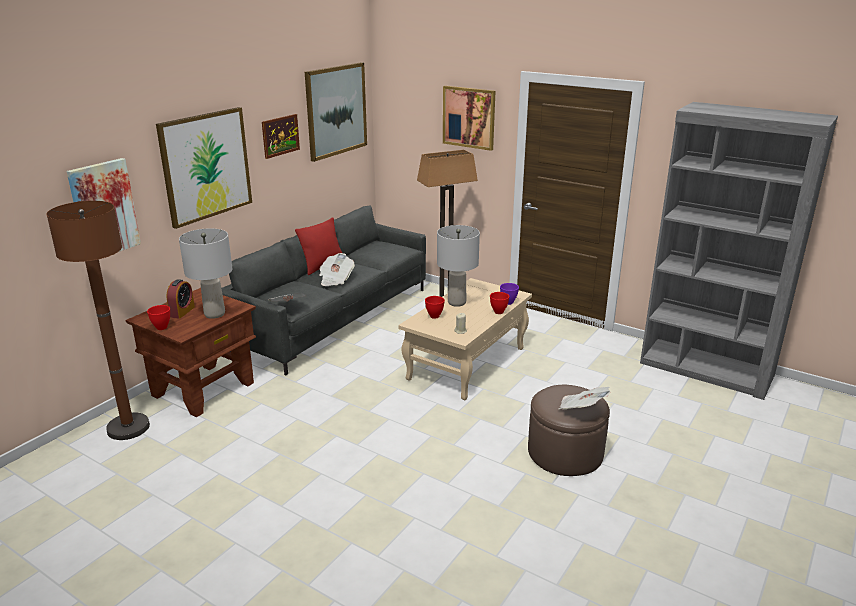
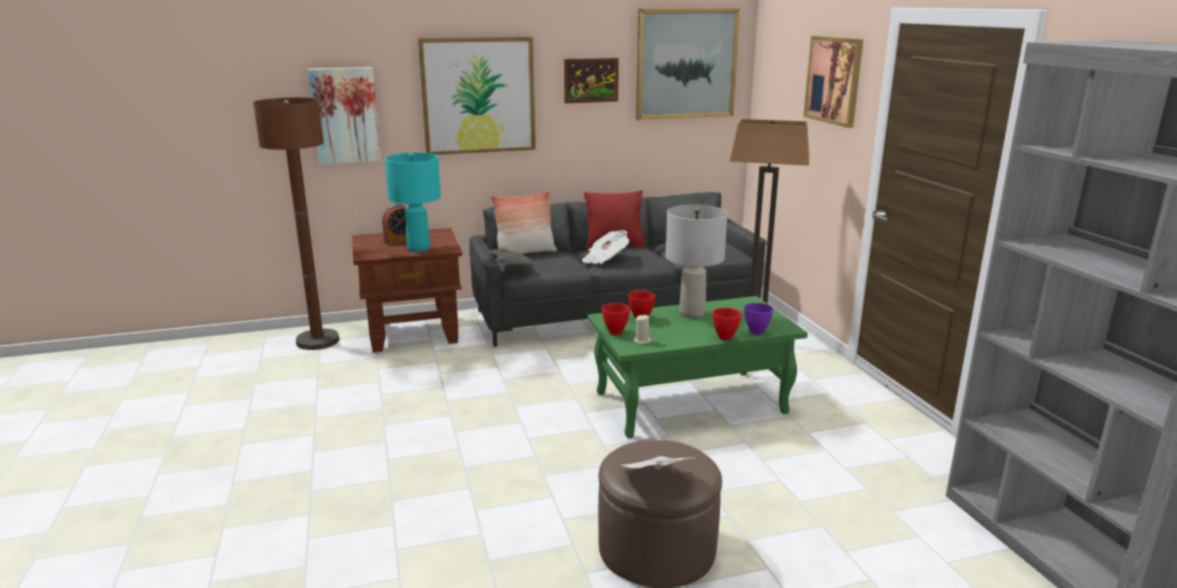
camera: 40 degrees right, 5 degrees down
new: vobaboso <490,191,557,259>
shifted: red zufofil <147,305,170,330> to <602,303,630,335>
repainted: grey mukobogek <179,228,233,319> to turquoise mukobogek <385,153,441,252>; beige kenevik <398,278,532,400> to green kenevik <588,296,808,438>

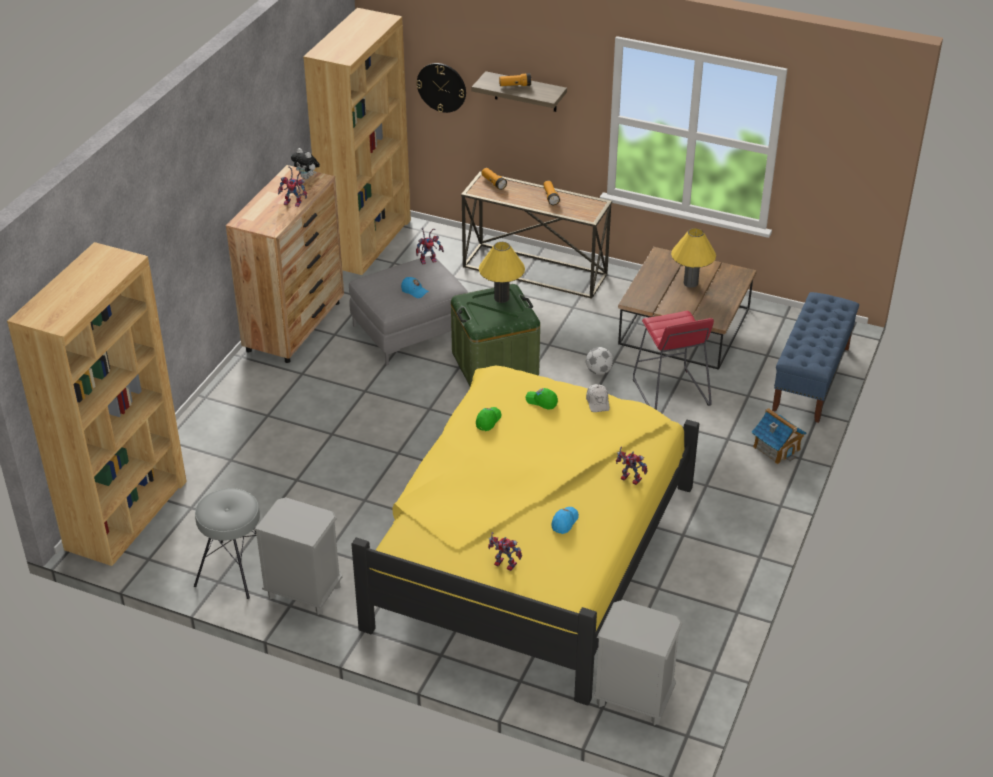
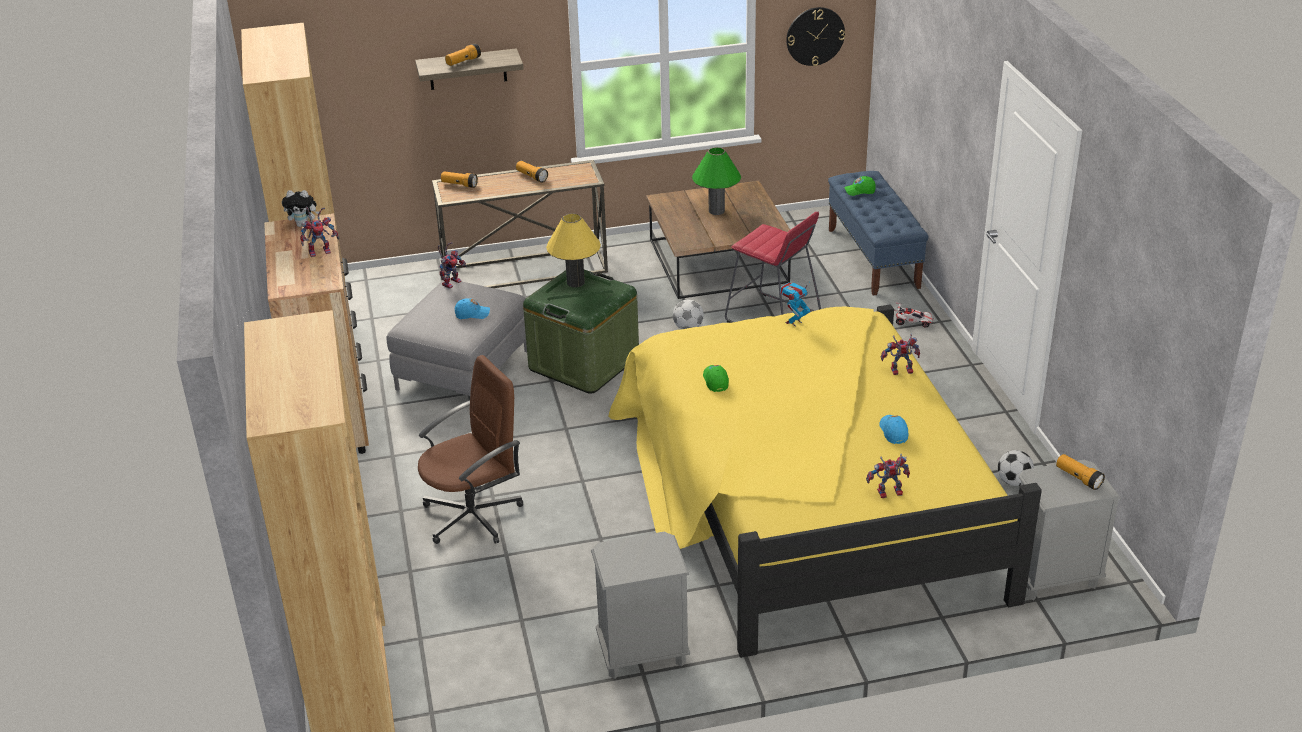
camera: 35 degrees left, 5 degrees down
gone: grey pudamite <194,488,260,599>
new: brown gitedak <418,355,523,544>; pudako <998,450,1034,486>; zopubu <1056,454,1105,490>
shifted: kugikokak <416,63,466,113> to <786,7,845,66>; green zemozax <526,388,558,410> to <844,176,876,196>
swapped: white zemozax <586,384,610,412> to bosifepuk <780,282,810,327>; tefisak <752,408,806,464> to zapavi <894,302,934,328>
repainted: yellow mukobogek <671,228,716,288> to green mukobogek <692,147,741,215>

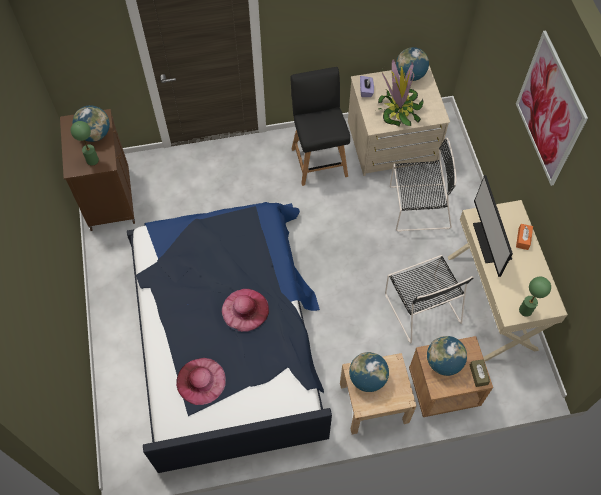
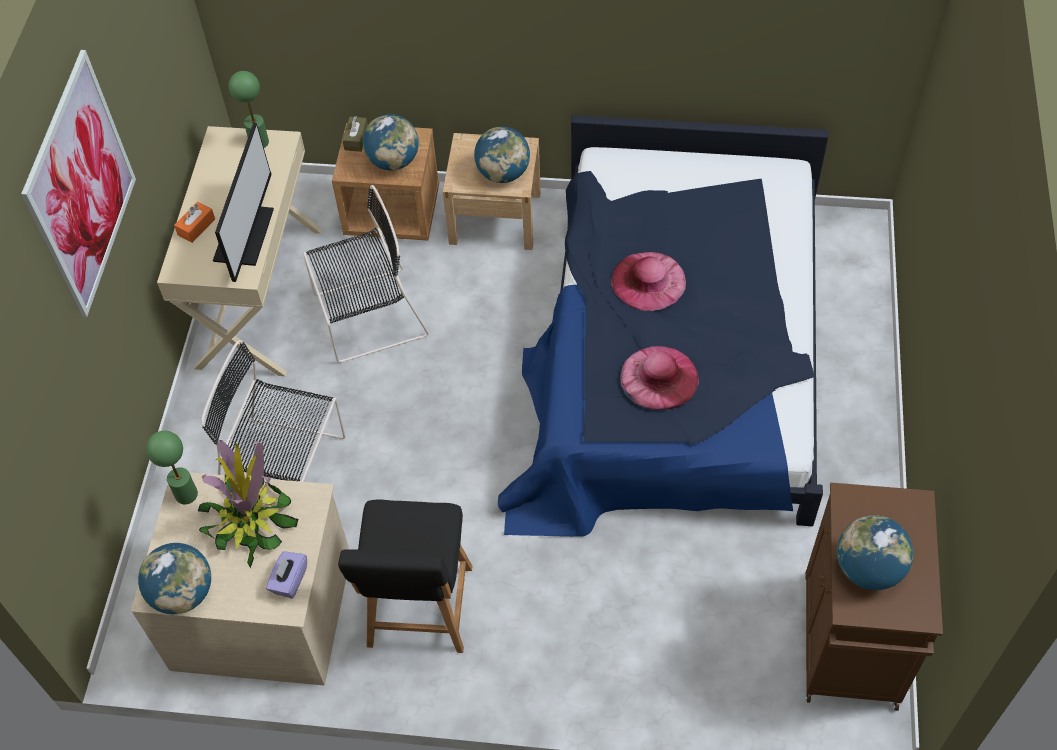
camera: 160 degrees left, 5 degrees down
shifted: green mukobogek <71,121,99,166> to <146,431,198,504>; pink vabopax <176,358,226,405> to <620,346,699,410>
rotated: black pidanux <385,255,474,343> = <303,185,429,363> 75 degrees clockwise

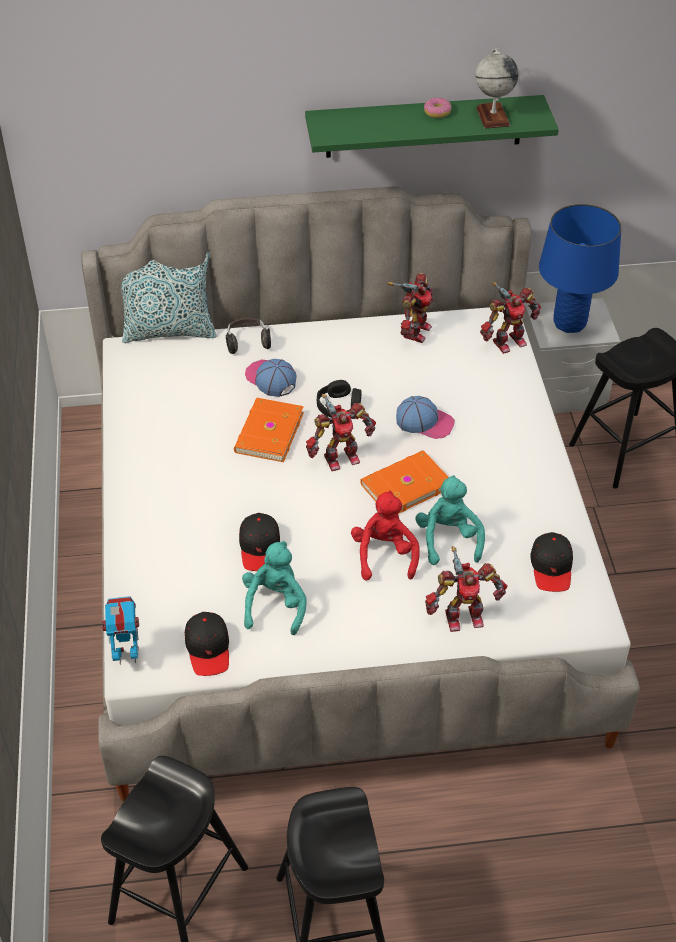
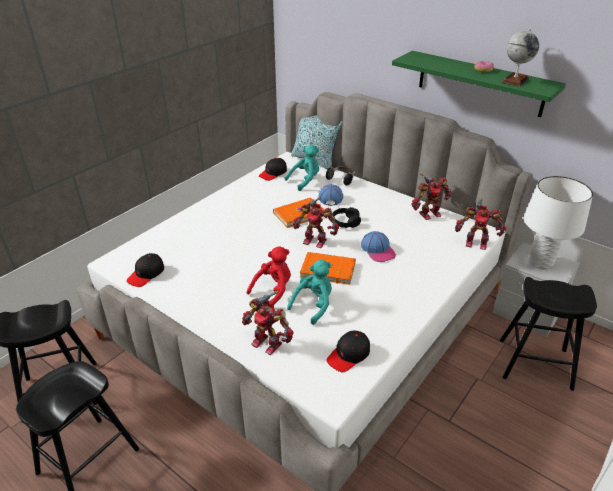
camera: 45 degrees right, 10 degrees down
gone: bosifepuk <101,596,139,665>
shifted: black zemozax <239,513,280,571> to <259,158,287,181>; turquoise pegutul <242,541,307,635> to <285,145,319,191>
repainted: blue mukobogek <539,204,621,333> to white mukobogek <524,176,593,270>

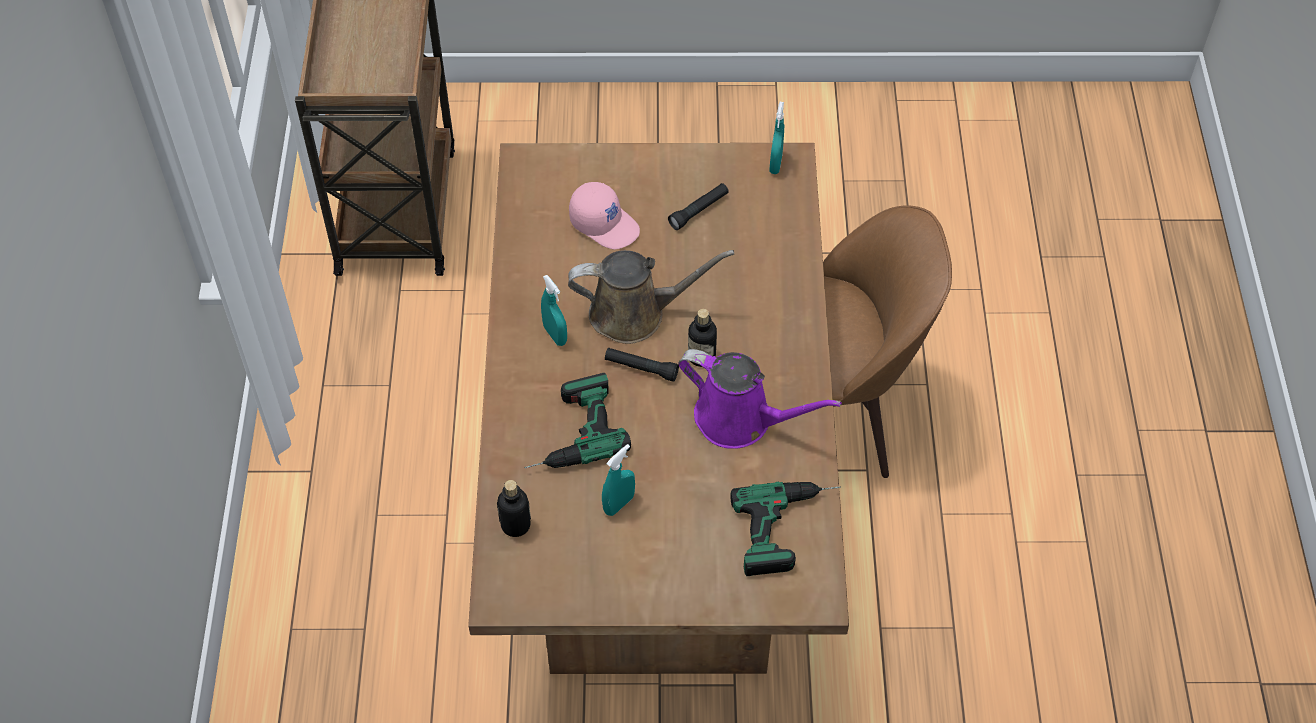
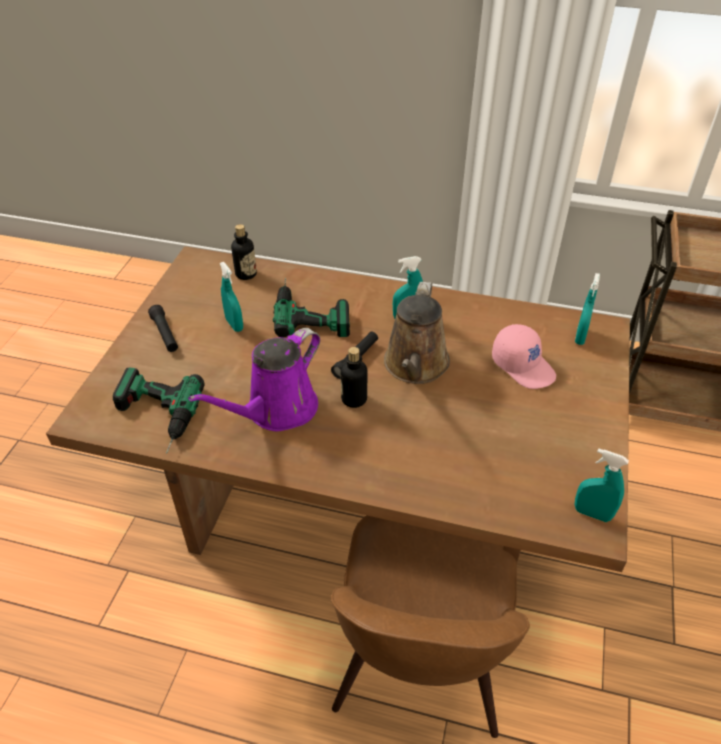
camera: 105 degrees right, 10 degrees down
new: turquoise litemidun <575,273,600,345>
shifted: black zopubu <668,183,729,230> to <148,305,178,352>
rotated: pink zemozax <569,182,640,249> = <492,324,556,389> 90 degrees counterclockwise

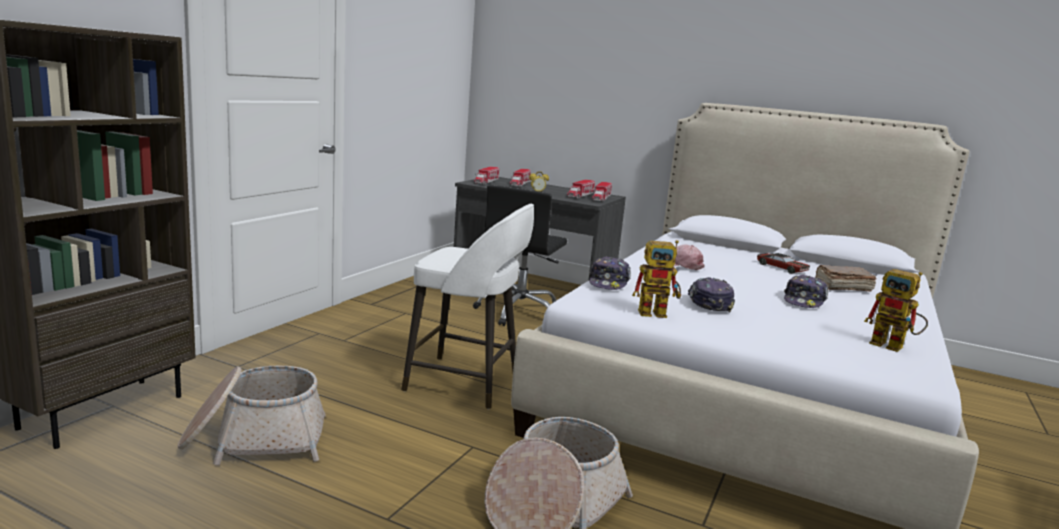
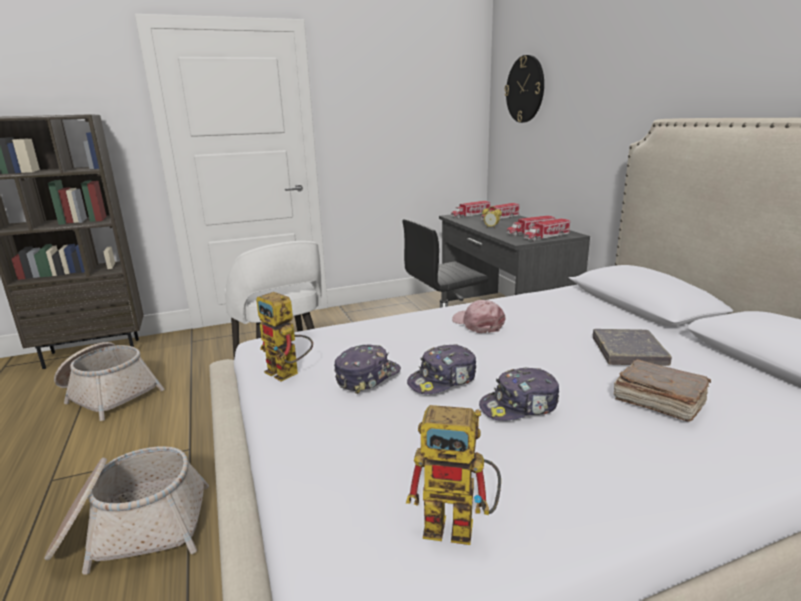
camera: 45 degrees right, 5 degrees up
new: kugikokak <505,55,544,123>
shifted: zemozax <589,256,631,290> to <407,344,476,394>
swapped: zapavi <757,253,810,274> to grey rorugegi <593,329,672,366>
rotated: bosifepuk <864,269,928,352> = <406,405,501,545> 75 degrees counterclockwise

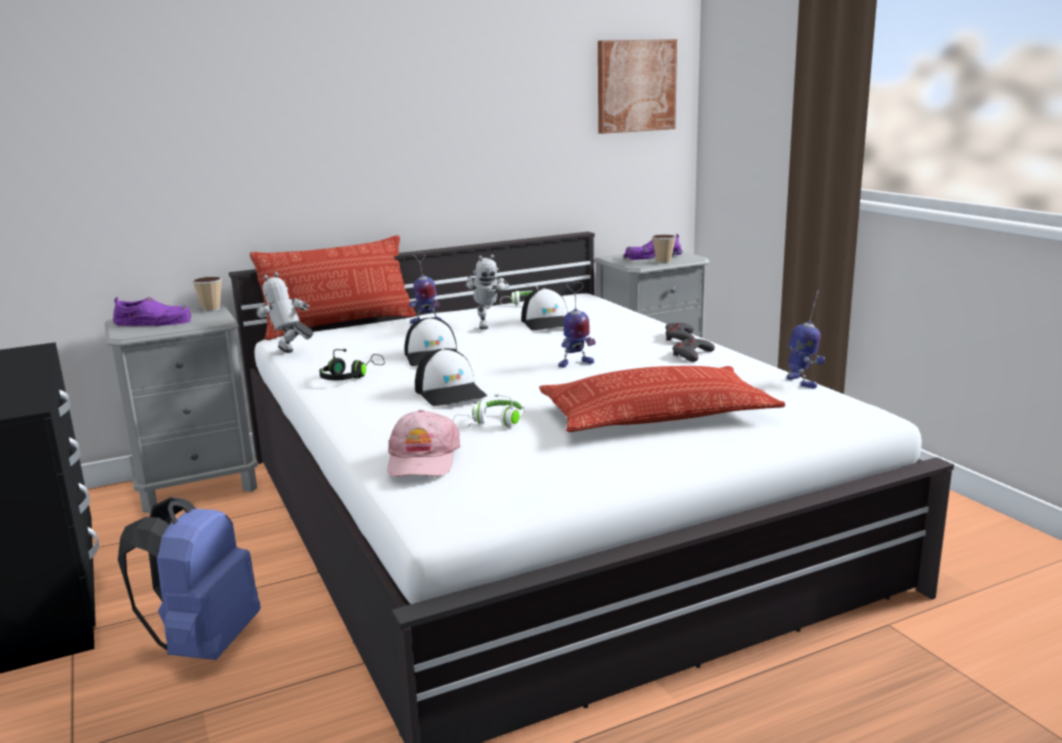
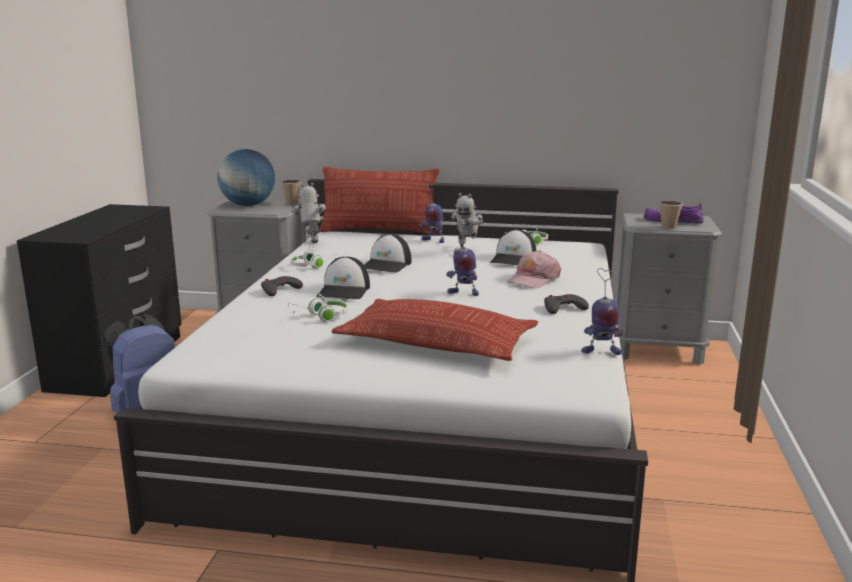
camera: 35 degrees right, 0 degrees up
gone: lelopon <598,39,677,134>
shifted: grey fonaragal <665,323,695,341> to <261,276,303,296>; pink zemozax <387,409,460,477> to <507,250,561,288>
swapped: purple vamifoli <113,297,191,326> to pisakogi <217,149,275,206>
repainted: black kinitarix <319,349,385,380> to white kinitarix <290,244,339,268>
rotated: bosifepuk <787,290,825,388> = <581,268,623,355> 75 degrees clockwise

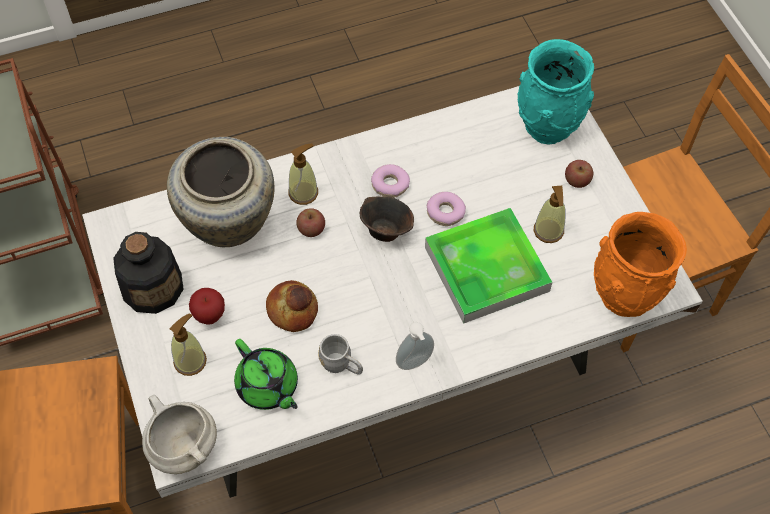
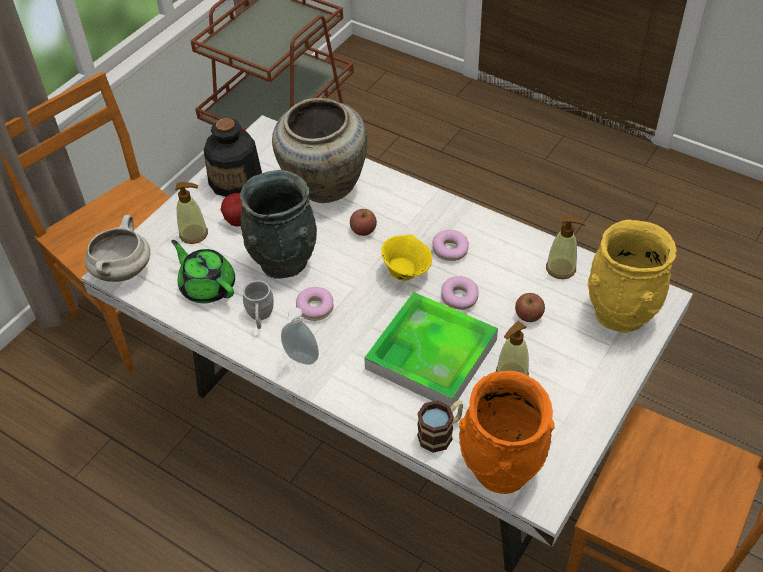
camera: 55 degrees right, 10 degrees down
new: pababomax <296,287,333,321>; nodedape <417,400,463,453>
shifted: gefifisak <288,144,318,205> to <546,216,586,279>; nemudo <565,160,593,188> to <515,293,545,322>
swapped: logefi <266,280,318,332> to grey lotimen <240,170,317,279>
repainted: turquoise lotimen <517,39,594,145> to yellow lotimen <587,220,677,333>; brown zufofil <360,196,414,242> to yellow zufofil <381,234,432,281>
rotated: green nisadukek <234,339,298,410> = <172,240,235,303> 120 degrees clockwise

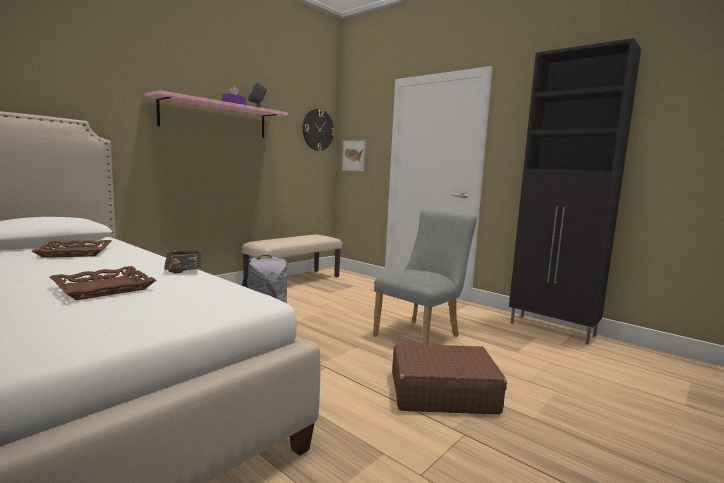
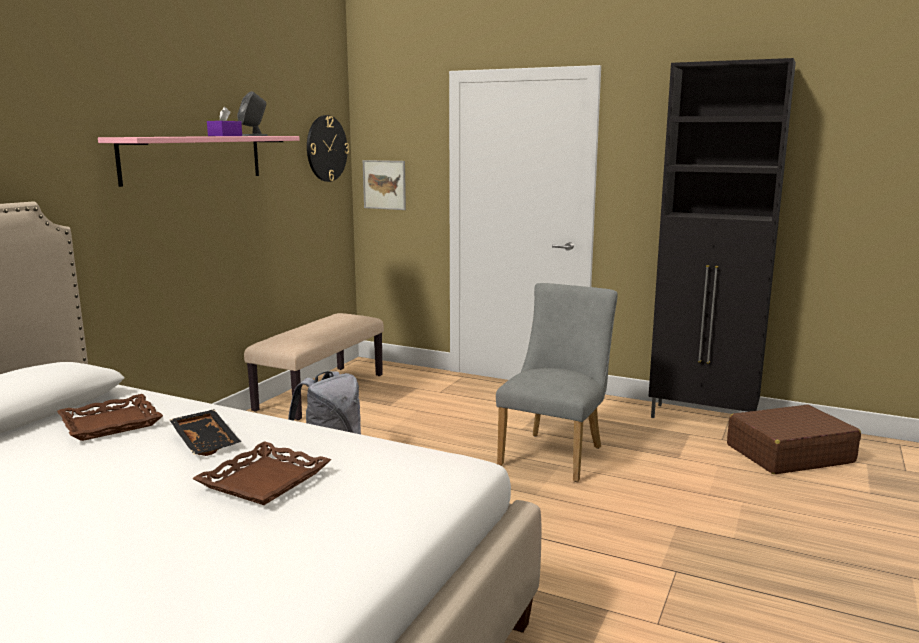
camera: 15 degrees left, 5 degrees up
shifted: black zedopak <164,250,201,274> to <170,409,241,456>; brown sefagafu <392,343,507,414> to <727,405,861,474>

